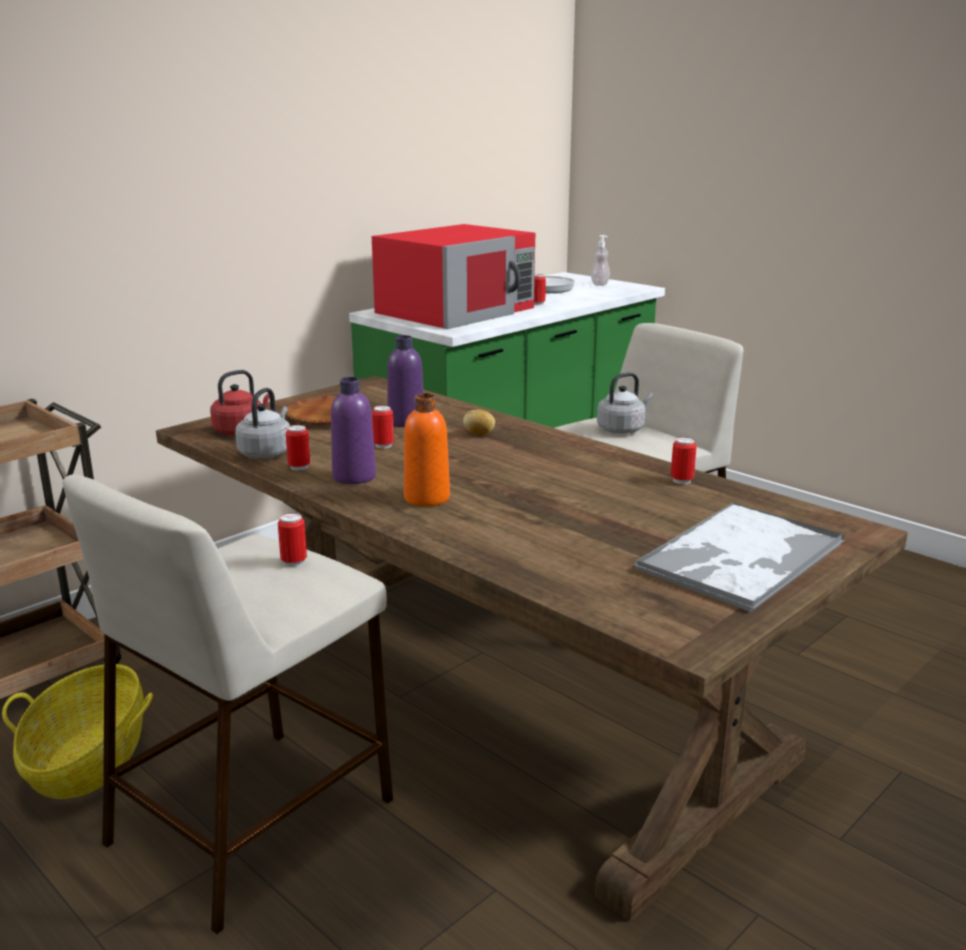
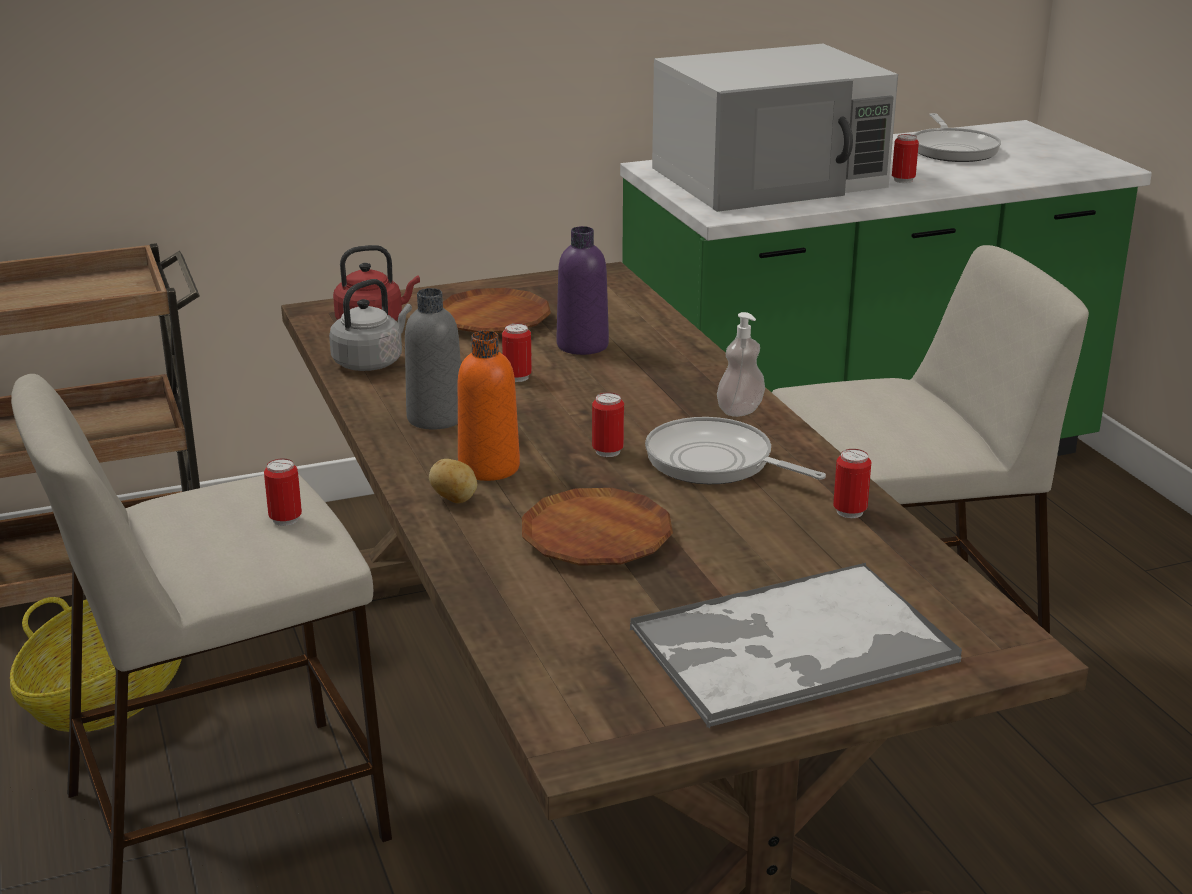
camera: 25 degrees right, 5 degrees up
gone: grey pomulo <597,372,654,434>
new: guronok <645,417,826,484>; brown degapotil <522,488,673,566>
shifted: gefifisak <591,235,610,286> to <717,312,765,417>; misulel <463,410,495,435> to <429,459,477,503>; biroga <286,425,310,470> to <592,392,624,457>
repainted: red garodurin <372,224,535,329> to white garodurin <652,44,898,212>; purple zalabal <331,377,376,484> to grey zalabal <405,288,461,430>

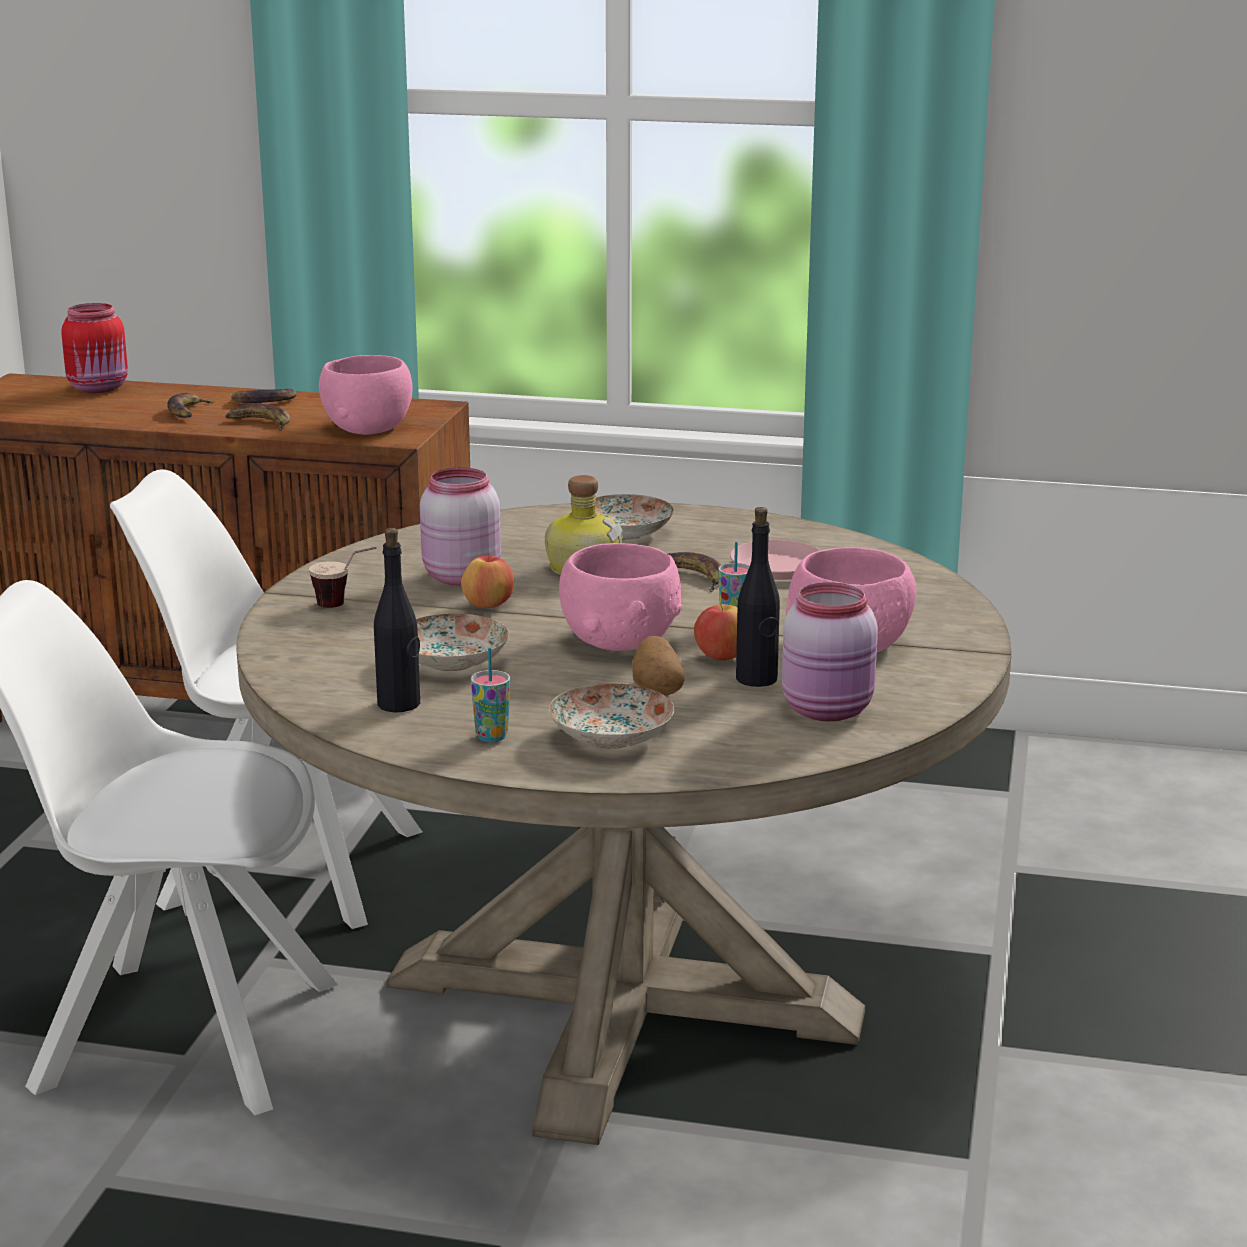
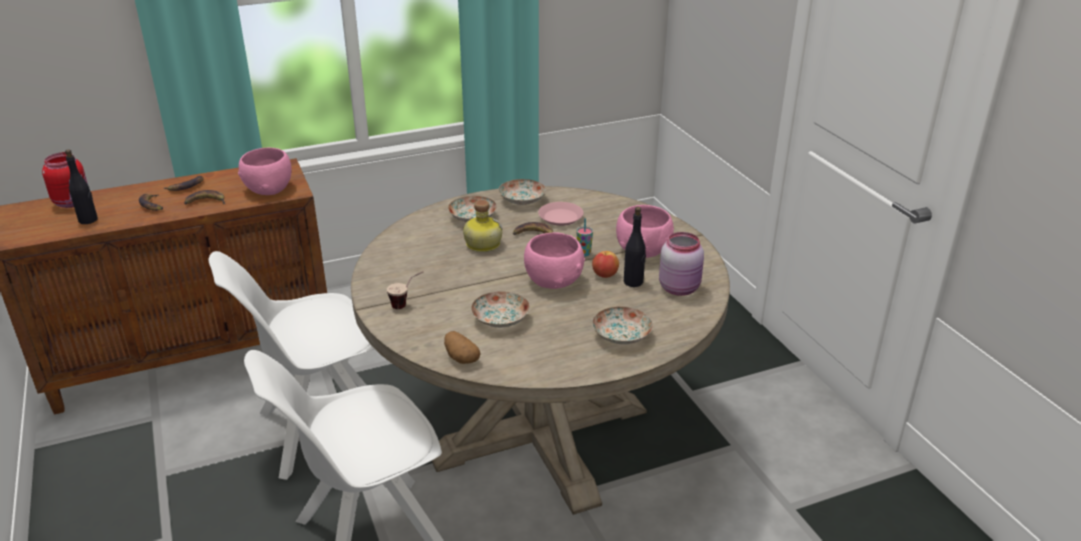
camera: 35 degrees left, 10 degrees up
gone: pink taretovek <420,467,501,585>; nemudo <461,554,514,608>; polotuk <471,648,510,742>
new: degapotil <499,179,546,205>
shifted: black zalabal <374,528,420,712> to <65,149,98,224>; misulel <632,636,685,696> to <444,331,480,364>

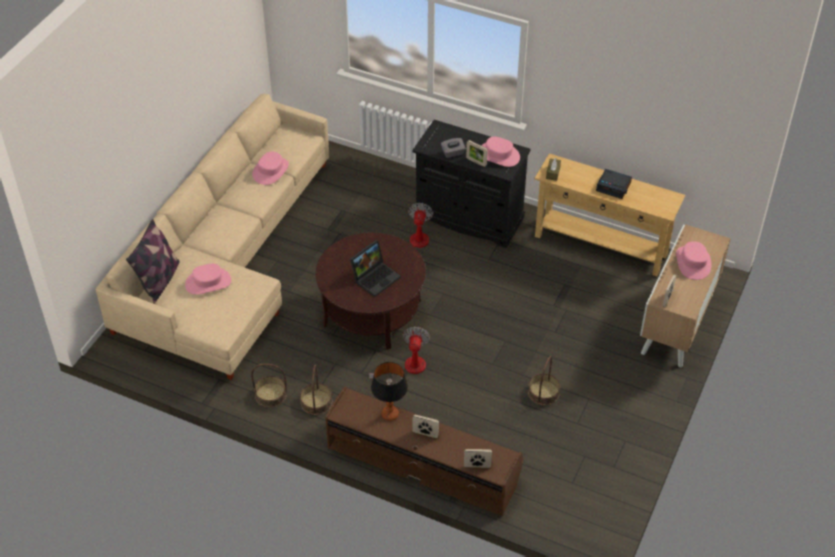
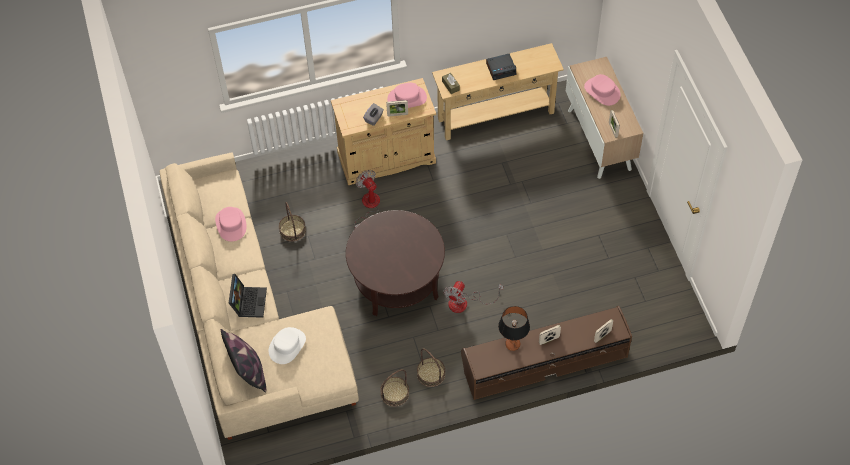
camera: 40 degrees left, 10 degrees up
shifted: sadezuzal <350,240,401,297> to <229,274,267,318>; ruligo <528,356,560,405> to <279,202,306,242>
repainted: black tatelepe <412,120,531,248> to beige tatelepe <331,78,436,185>; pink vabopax <185,264,231,295> to white vabopax <269,327,306,364>
rotated: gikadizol <369,326,430,383> = <444,281,503,313> 120 degrees counterclockwise

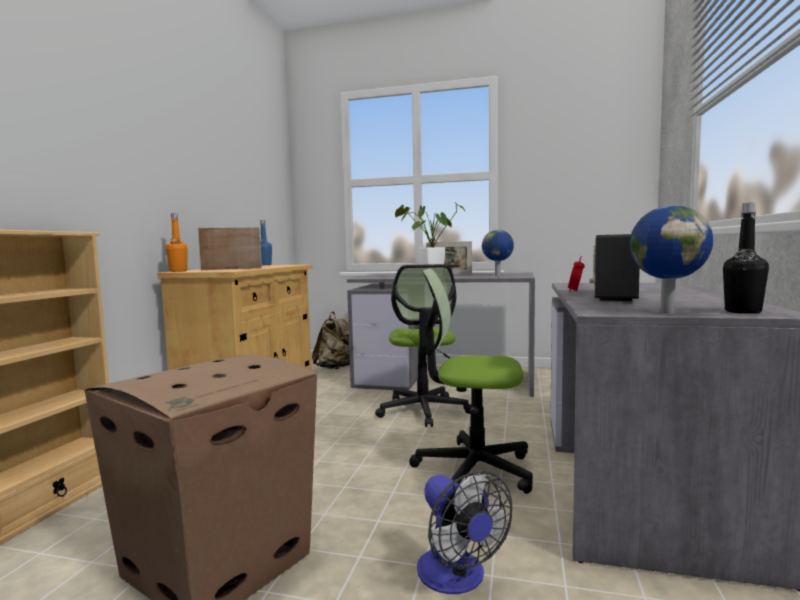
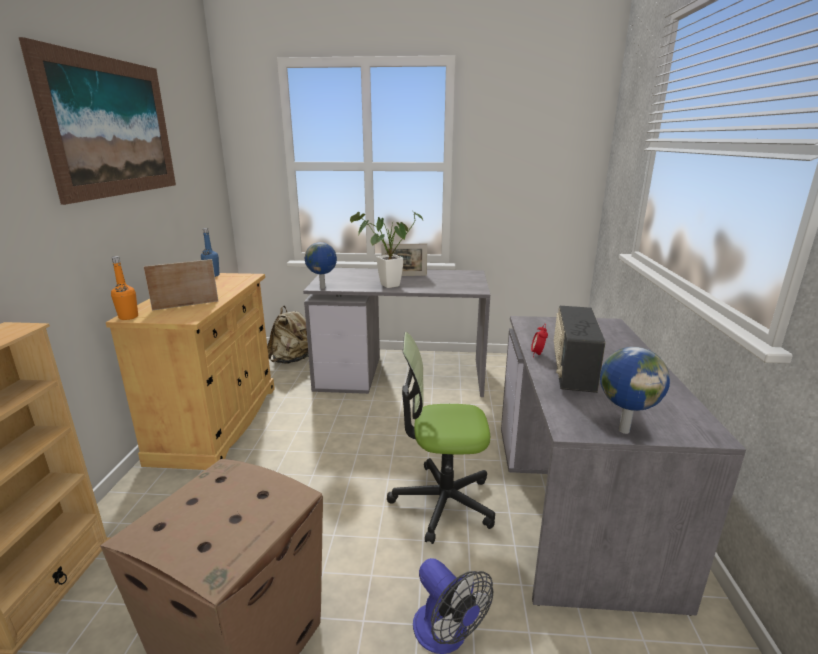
camera: 10 degrees left, 15 degrees up
gone: black zalabal <723,203,769,314>; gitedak <375,264,471,427>
new: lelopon <19,37,176,205>
shifted: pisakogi <482,230,514,276> to <305,242,337,289>

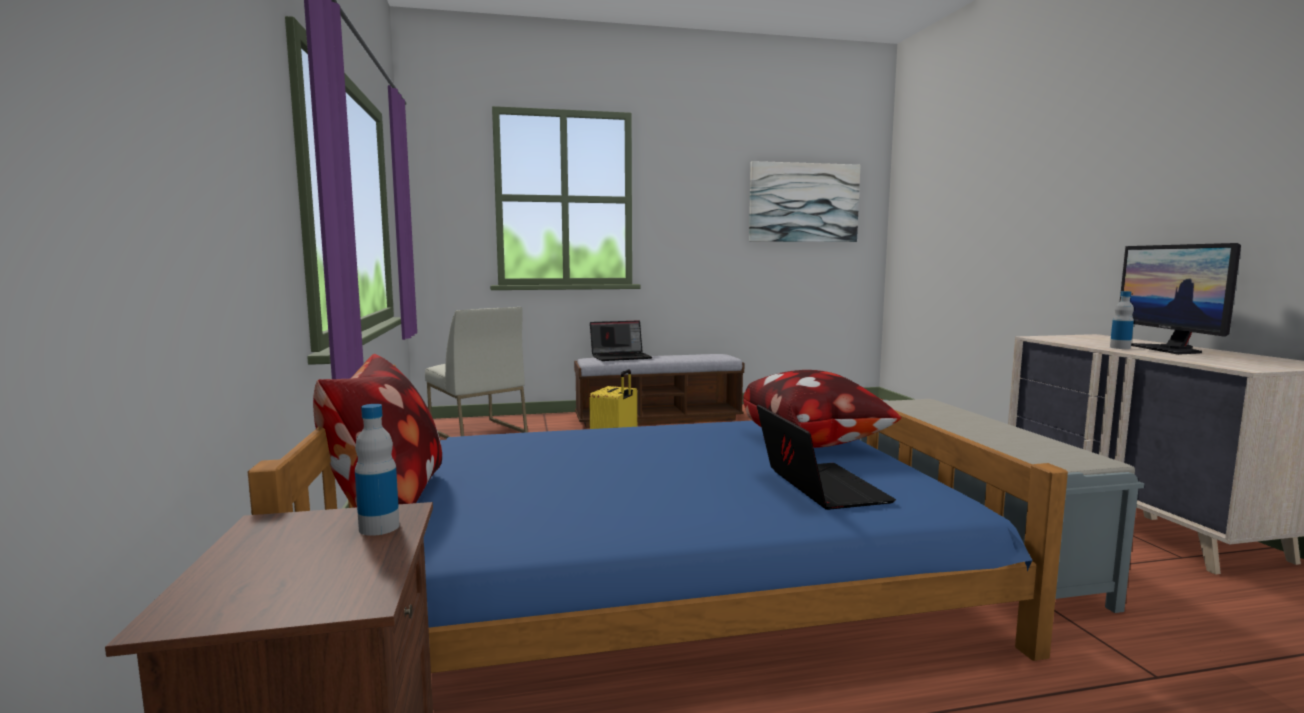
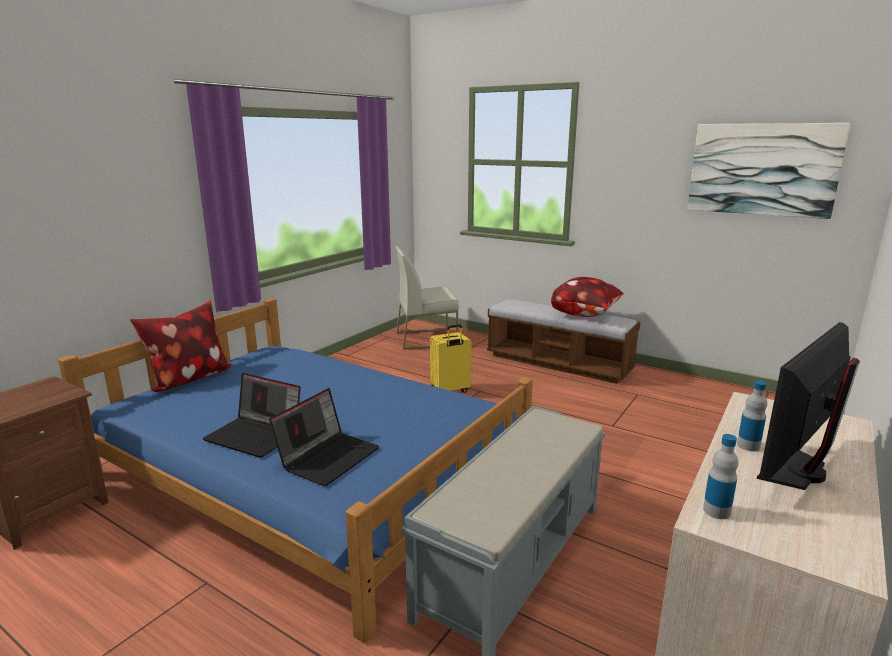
camera: 45 degrees right, 10 degrees up
shifted: sadezuzal <590,320,652,361> to <202,373,301,458>; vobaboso <743,370,902,448> to <551,277,624,317>; zalabal <355,404,400,536> to <703,434,738,519>
rotated: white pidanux <425,307,528,439> = <396,246,459,350> 75 degrees clockwise

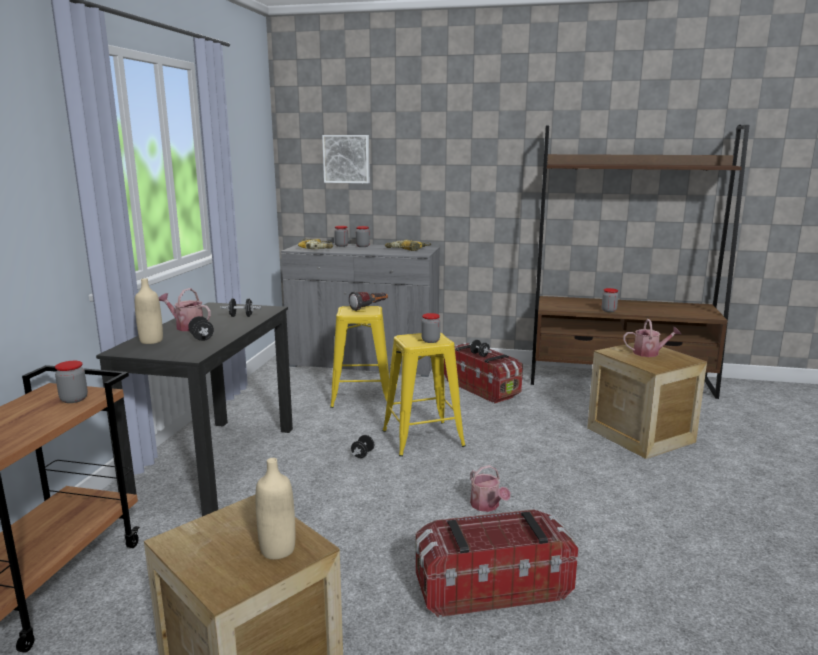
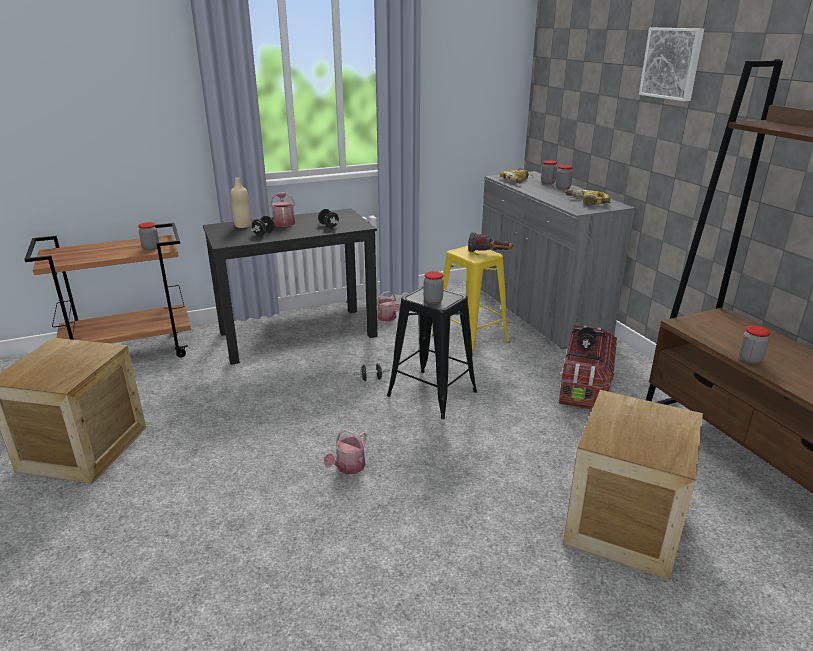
camera: 55 degrees right, 10 degrees up
gone: beige zalabal <256,458,295,560>; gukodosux <415,509,578,617>
shifted: lelopon <322,135,370,183> to <639,28,704,101>; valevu <623,319,681,357> to <377,291,400,322>
repainted: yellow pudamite <383,333,466,456> to black pudamite <387,286,477,420>

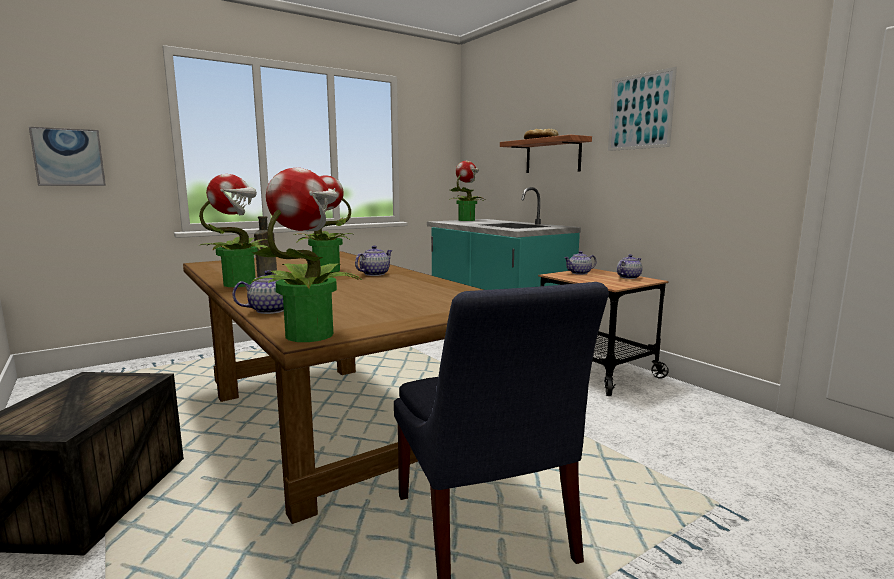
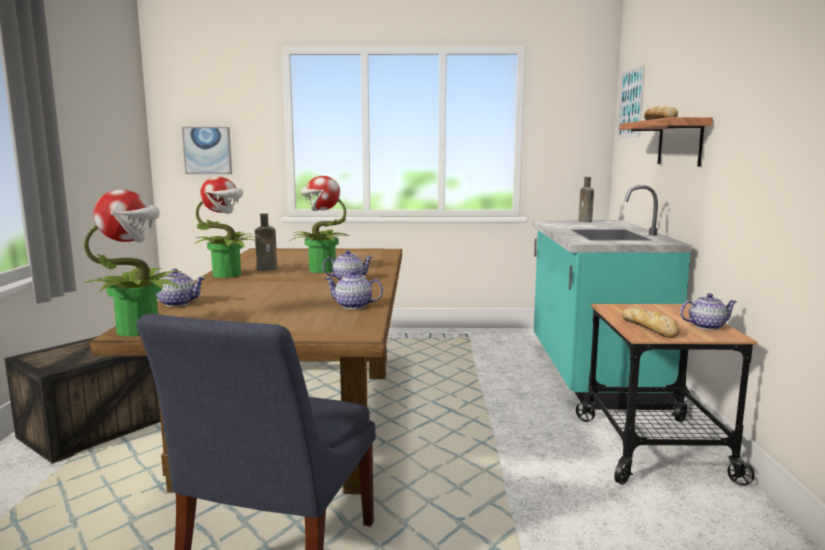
camera: 35 degrees right, 0 degrees up
new: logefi <622,307,680,338>
shifted: lelopon <608,67,677,151> to <617,64,645,138>; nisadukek <564,251,597,275> to <325,270,383,309>
swapped: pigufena <449,161,484,221> to brown zalabal <578,177,594,222>

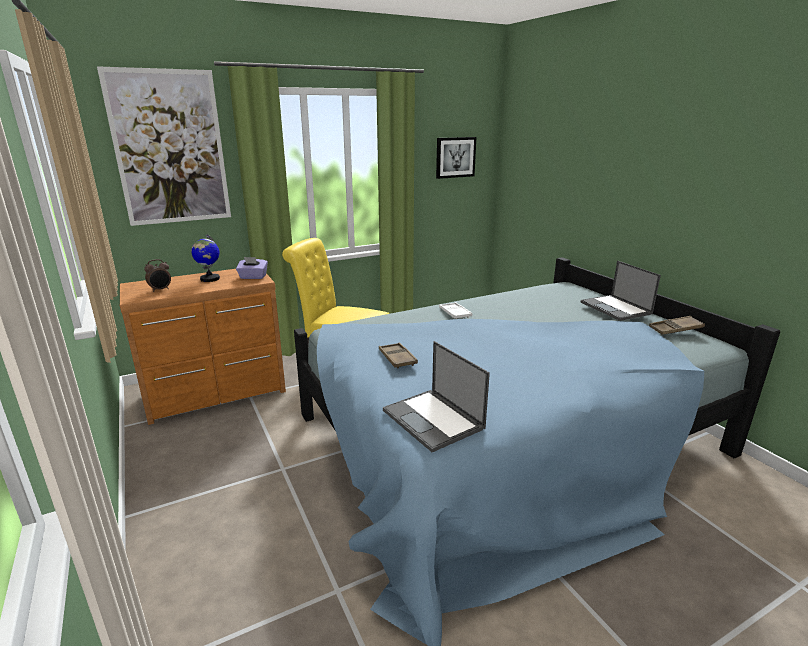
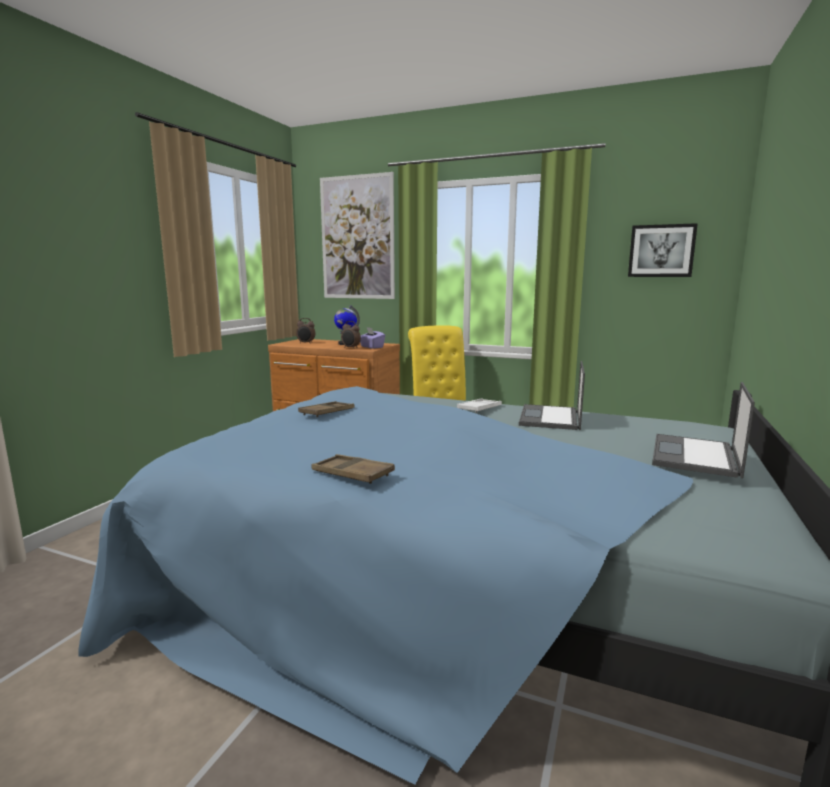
camera: 50 degrees right, 10 degrees down
new: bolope <341,321,361,349>
shifted: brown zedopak <649,316,705,335> to <311,454,395,484>; sadezuzal <383,341,490,452> to <519,361,585,430>

